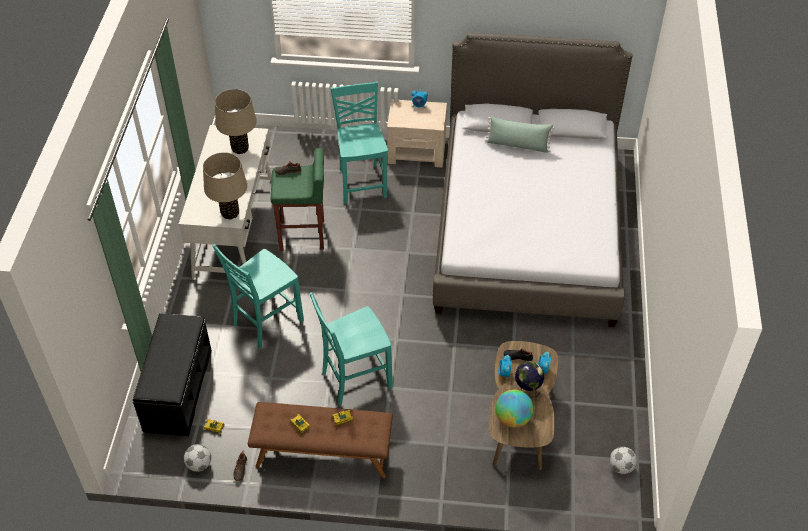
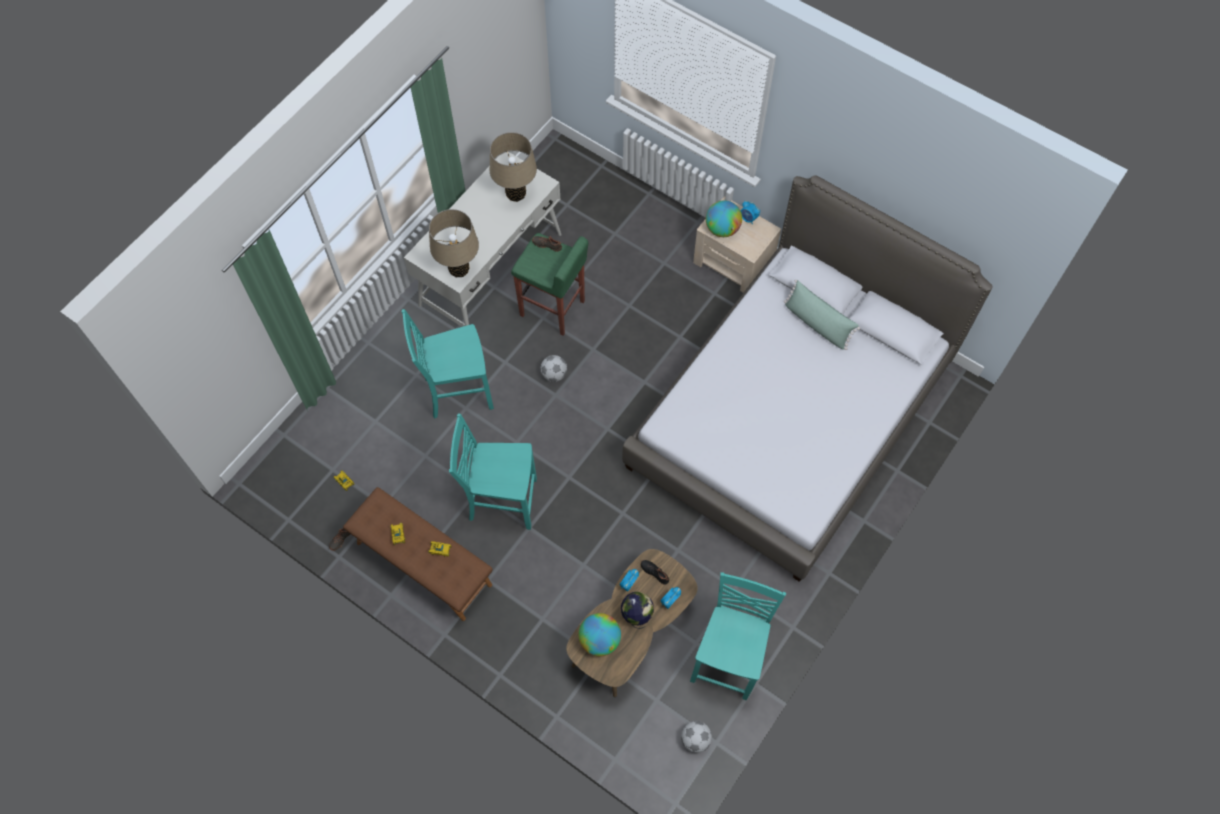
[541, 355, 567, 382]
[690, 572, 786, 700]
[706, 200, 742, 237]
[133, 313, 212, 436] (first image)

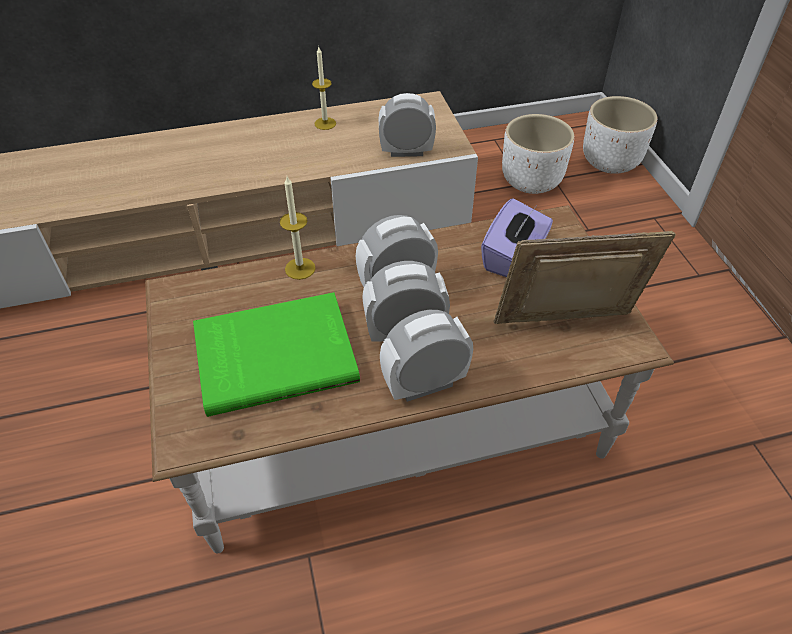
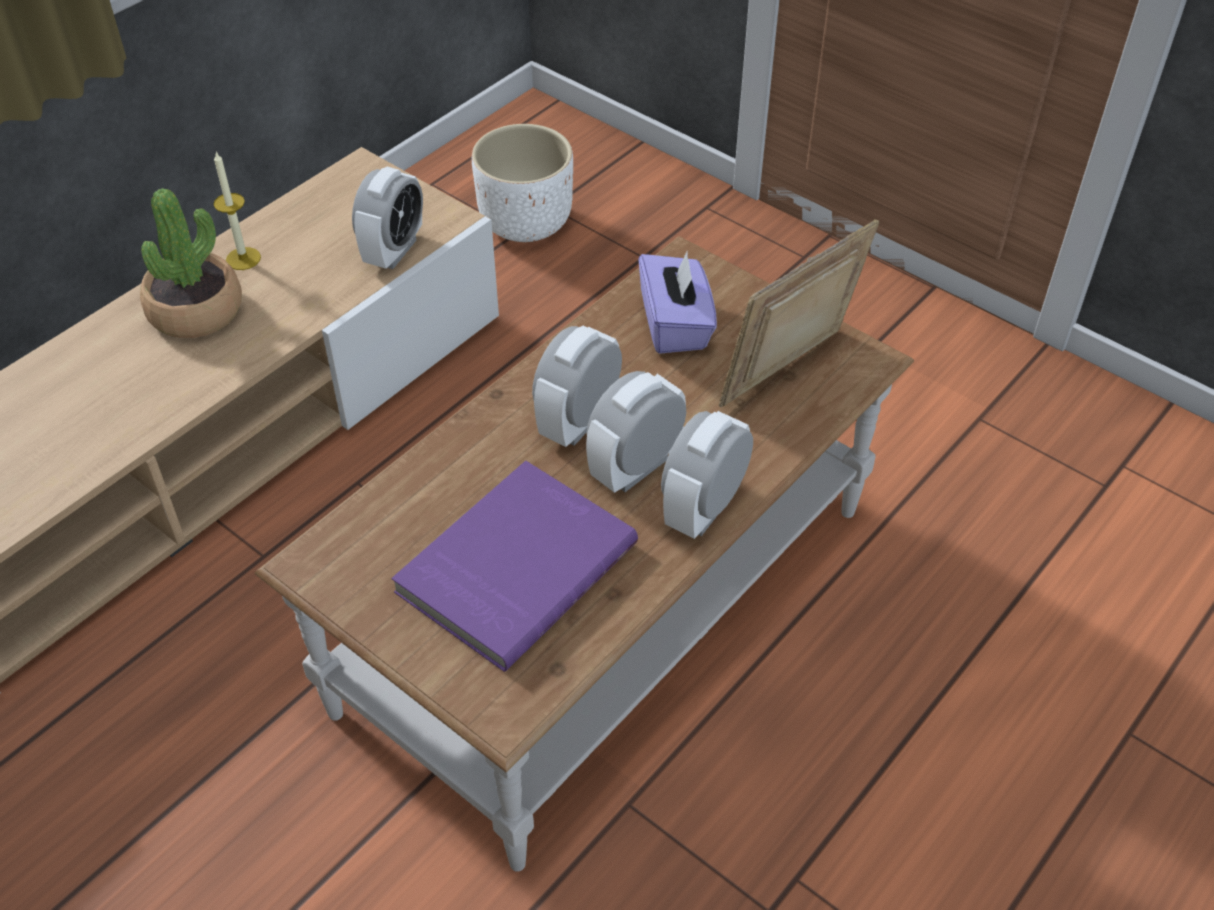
[140, 188, 242, 338]
[352, 167, 423, 269]
[391, 461, 638, 672]
[280, 177, 316, 280] (first image)
[583, 96, 657, 174] (first image)

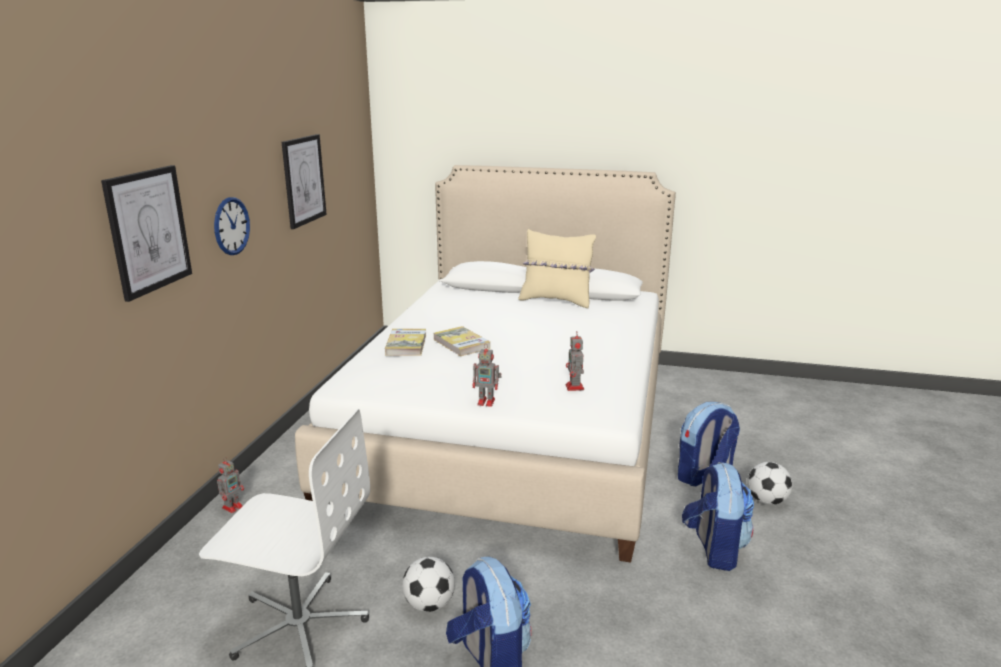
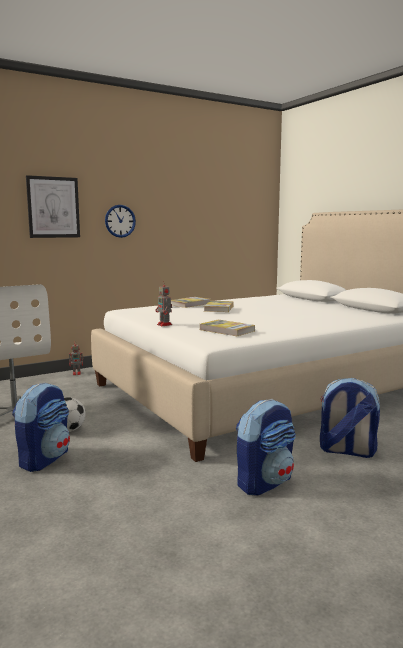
[200, 320, 255, 336]
[282, 134, 327, 229] (first image)
[518, 229, 596, 308] (first image)
[747, 462, 793, 505] (first image)

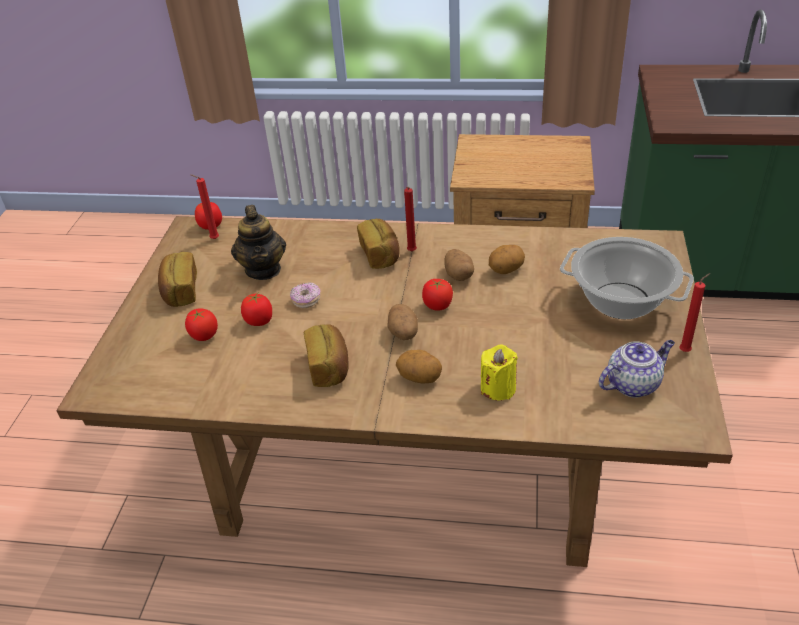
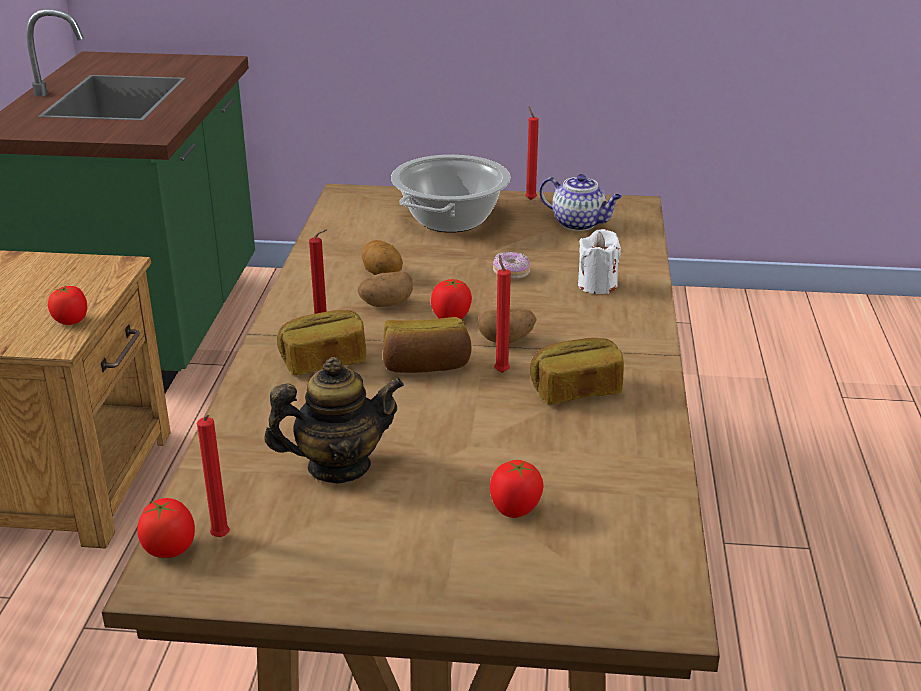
[48, 285, 87, 325]
[383, 317, 471, 373]
[493, 252, 530, 280]
[494, 254, 511, 373]
[540, 174, 622, 231]
[578, 229, 621, 294]
[396, 350, 442, 383] (first image)

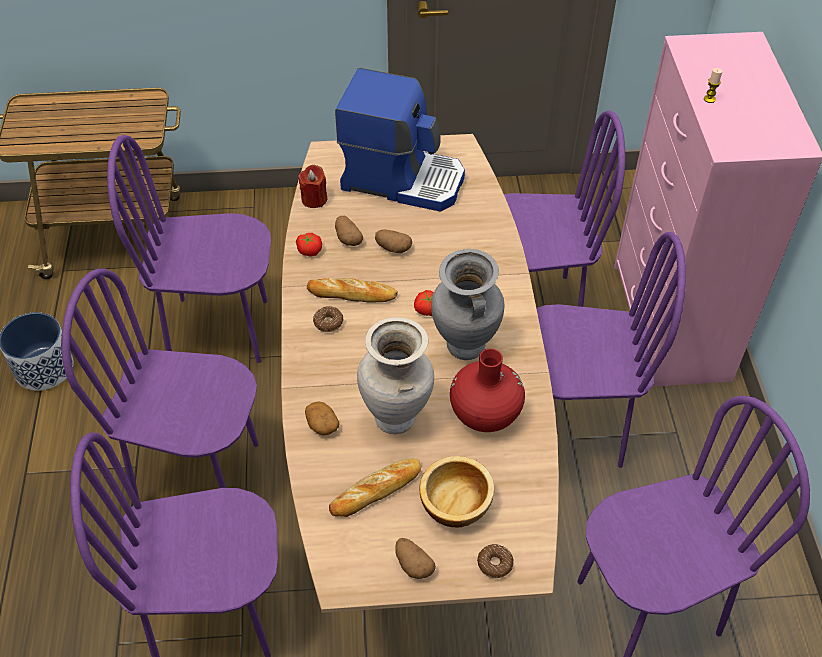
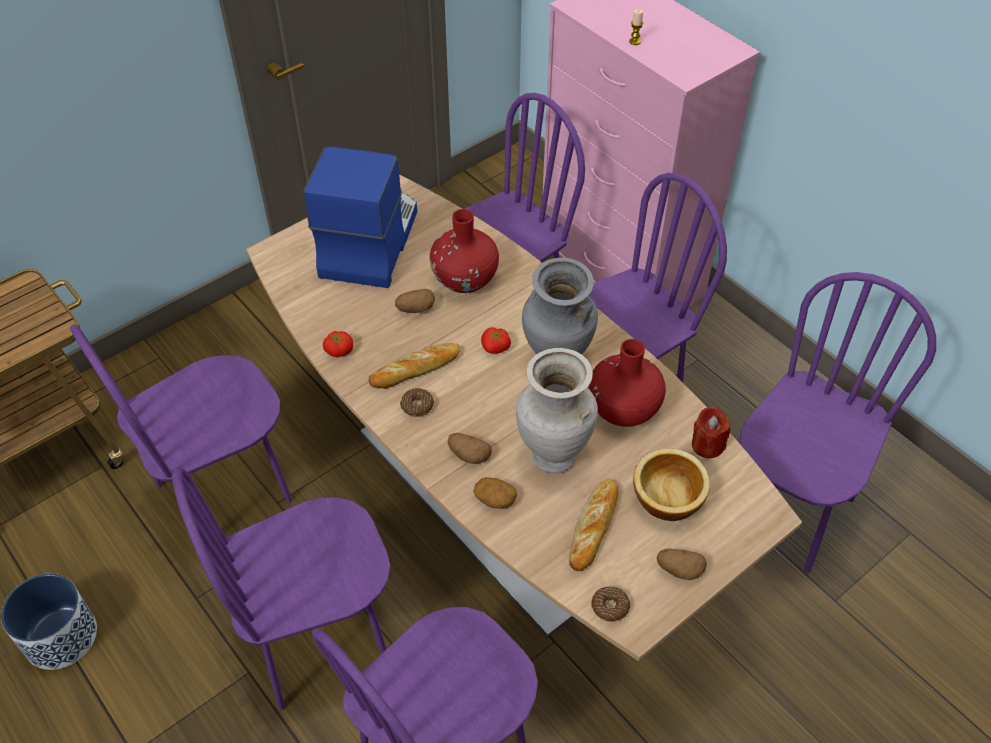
[303, 147, 417, 288]
[430, 209, 499, 293]
[448, 433, 492, 464]
[591, 586, 630, 622]
[692, 407, 731, 458]

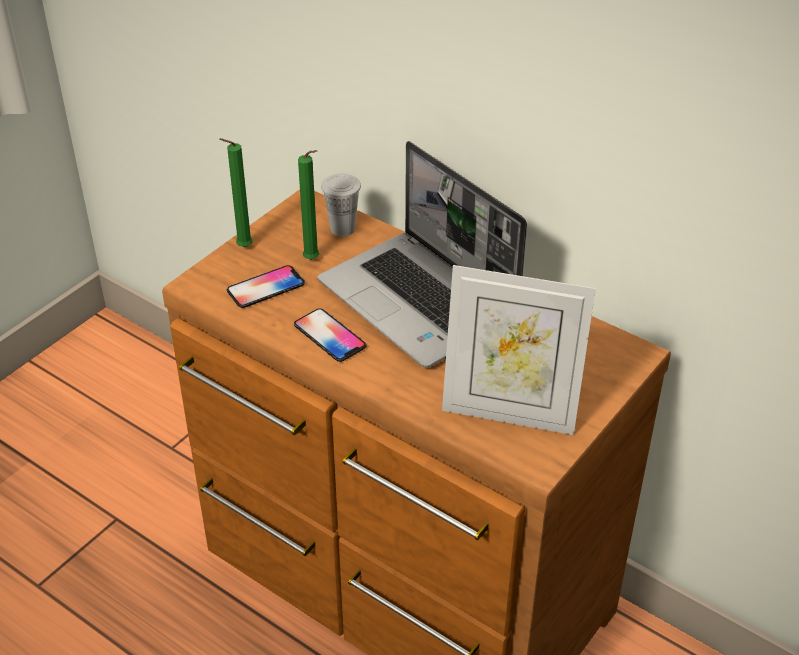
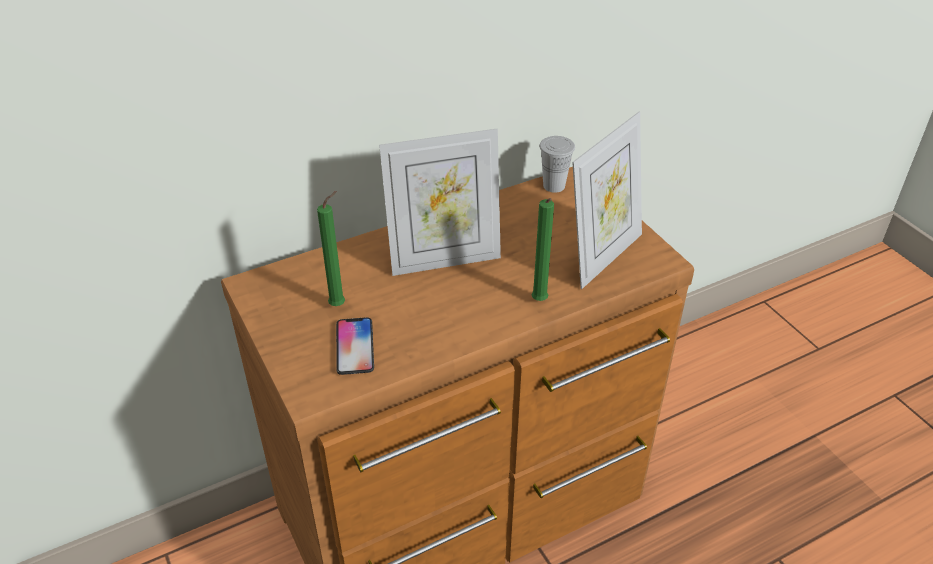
[379, 129, 501, 276]
[532, 198, 554, 301]
[539, 136, 575, 193]
[294, 308, 367, 362] (first image)

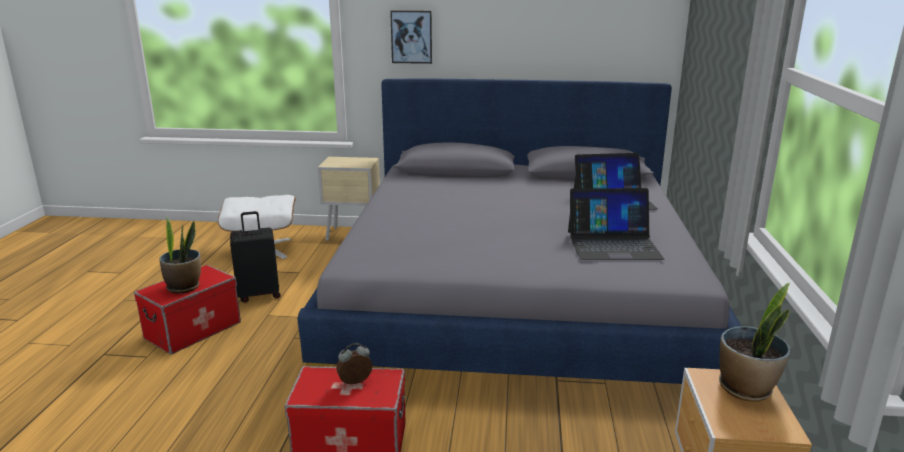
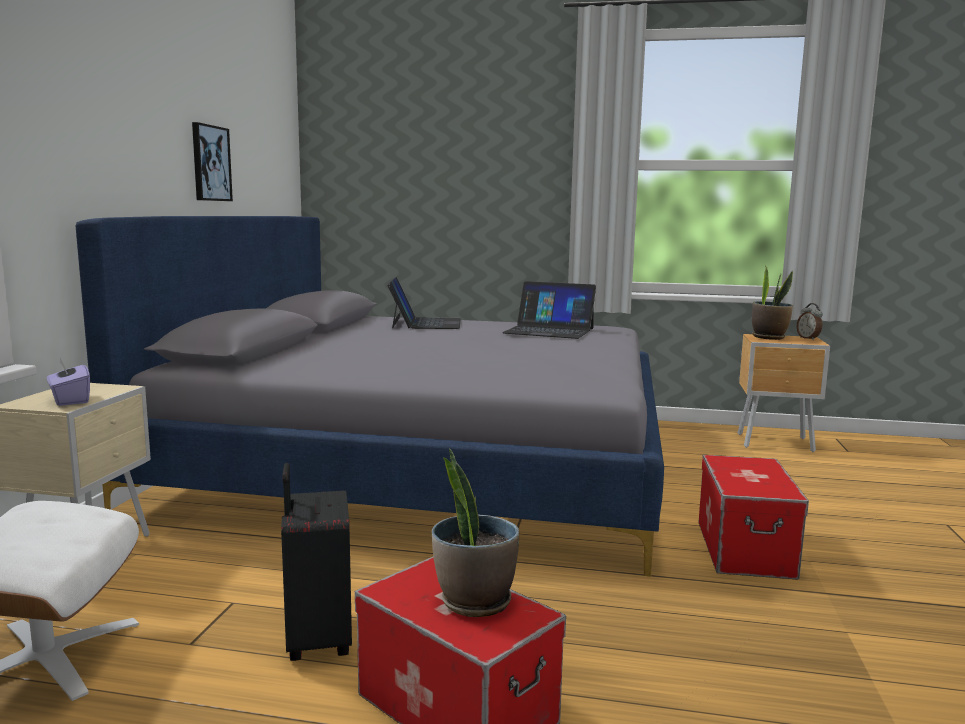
[47, 358, 90, 406]
[192, 122, 233, 201]
[502, 281, 596, 339]
[797, 303, 823, 340]

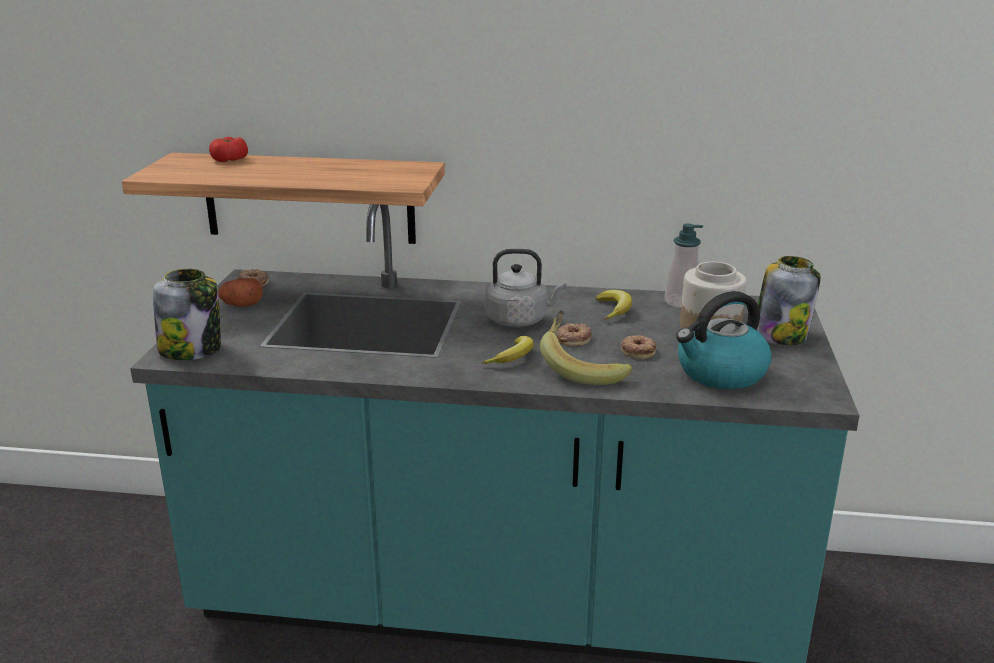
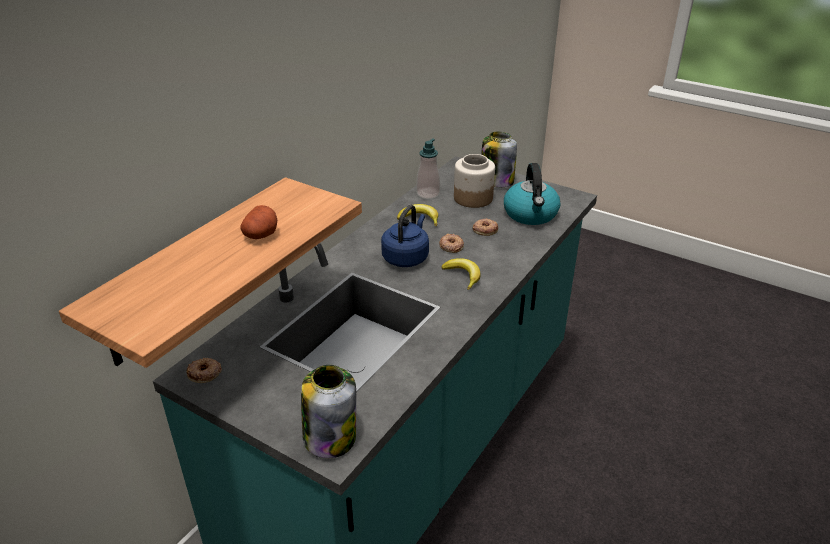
[241, 205, 277, 239]
[381, 205, 429, 267]
[209, 137, 248, 162] (first image)
[540, 310, 632, 385] (first image)

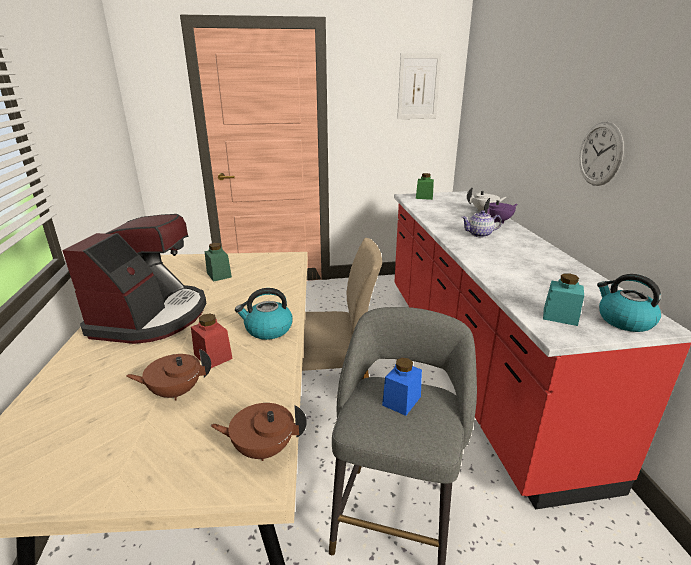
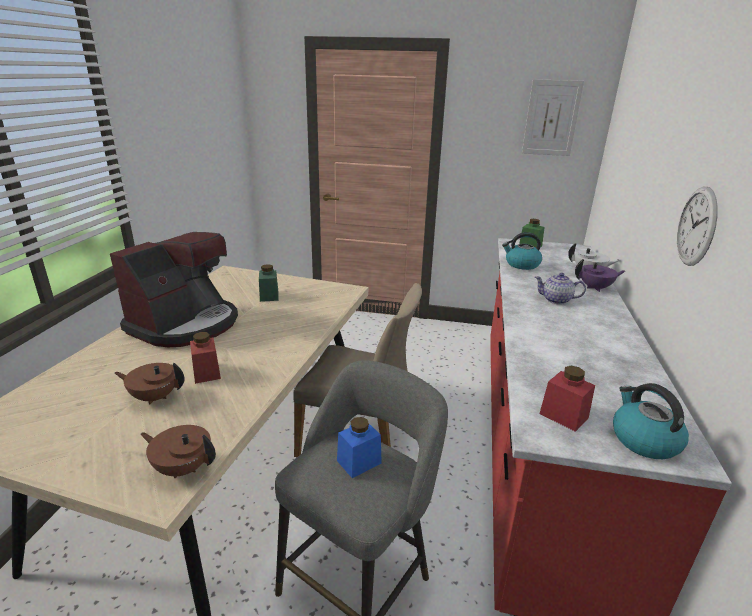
[502, 232, 542, 270]
[539, 366, 595, 432]

